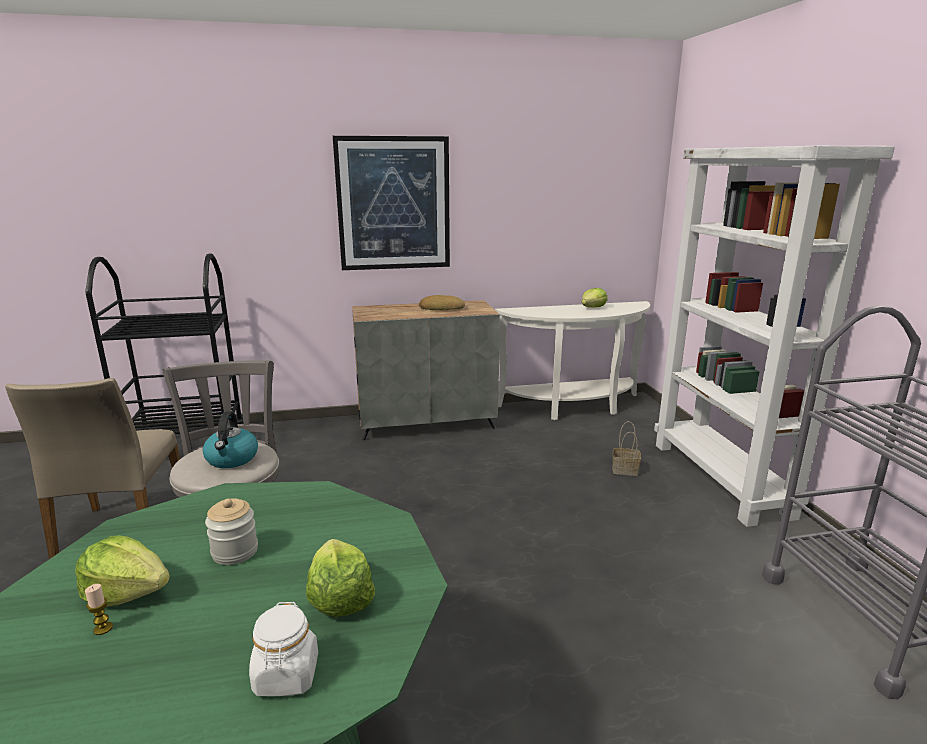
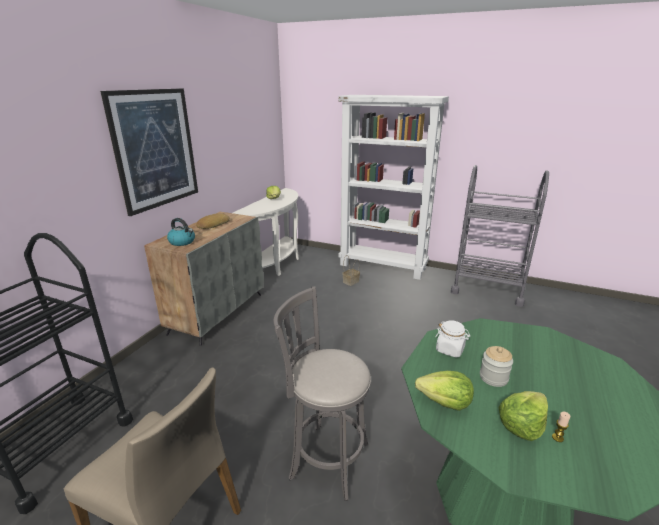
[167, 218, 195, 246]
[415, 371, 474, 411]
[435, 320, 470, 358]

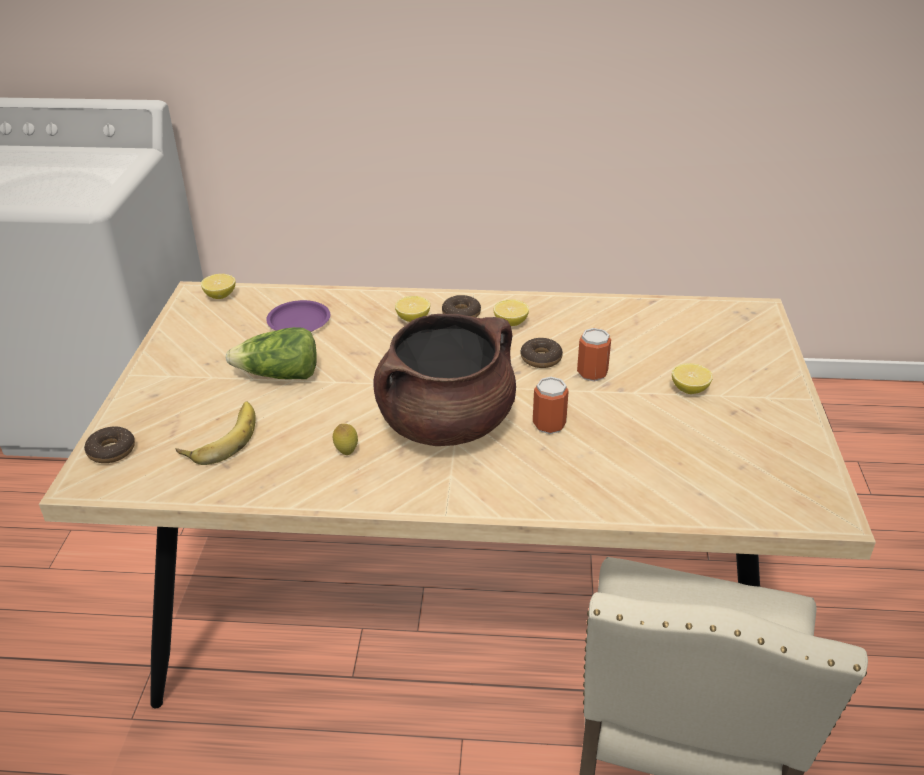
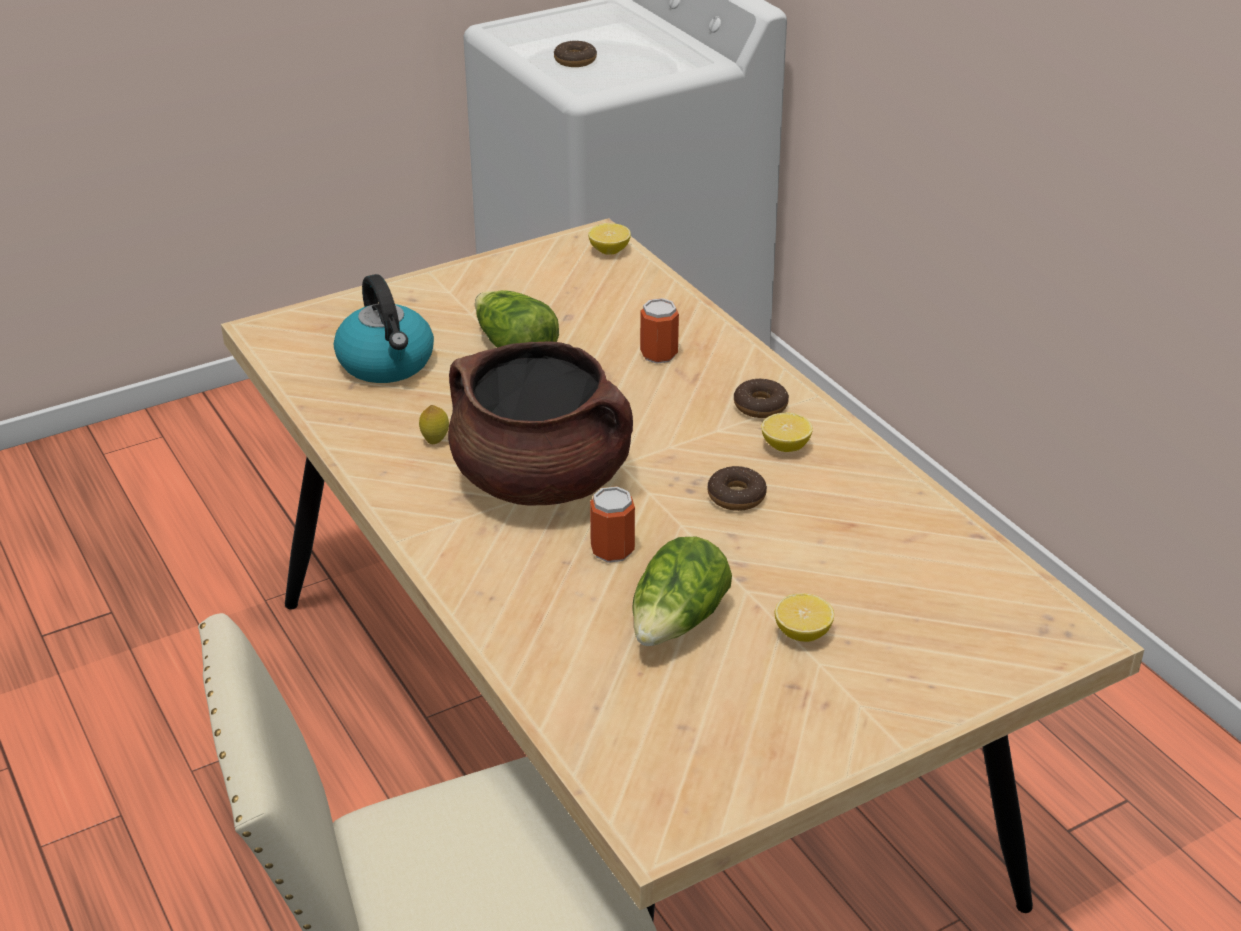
[334, 274, 434, 383]
[554, 40, 597, 67]
[632, 537, 732, 646]
[640, 298, 679, 364]
[266, 300, 330, 332] (first image)
[395, 296, 430, 322] (first image)

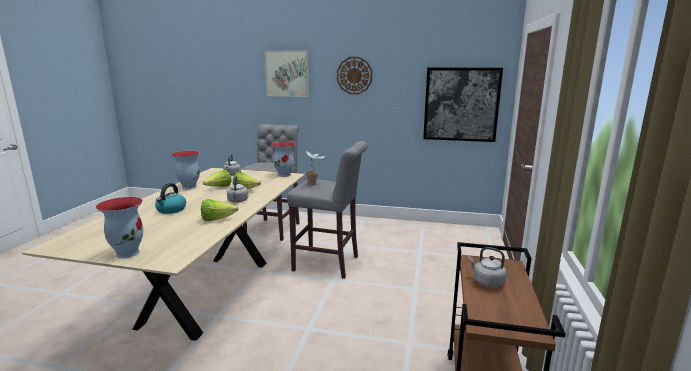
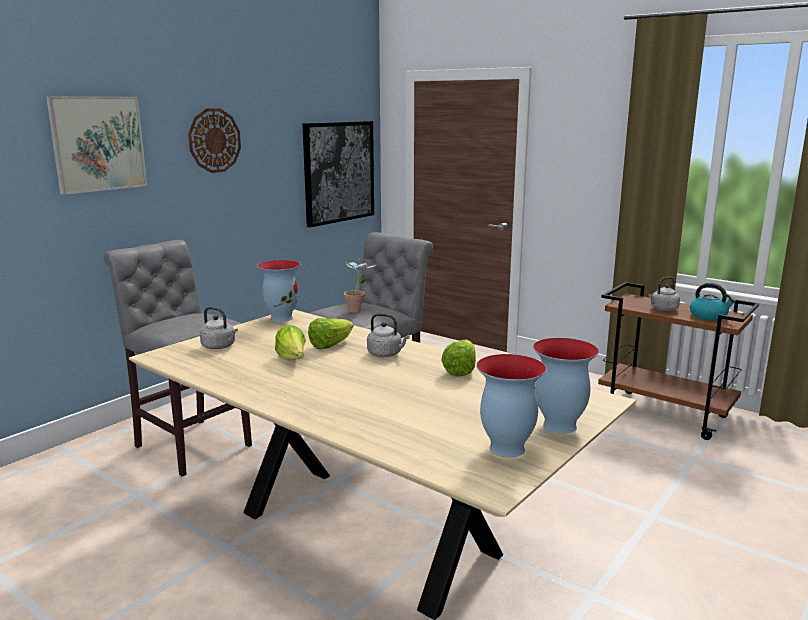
[476, 354, 547, 458]
[690, 283, 736, 321]

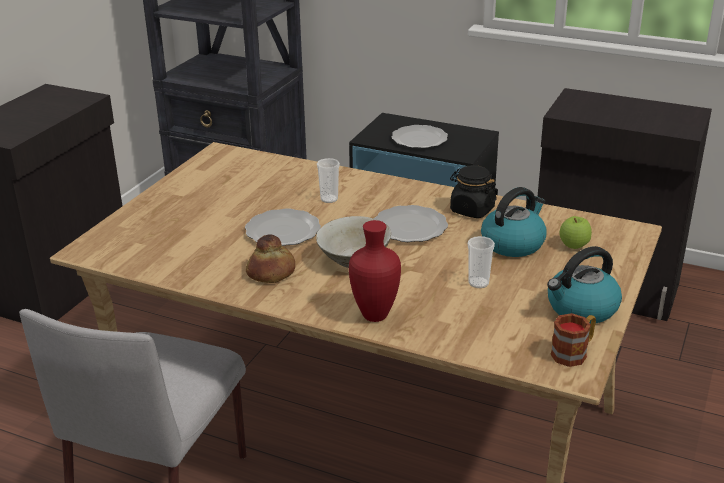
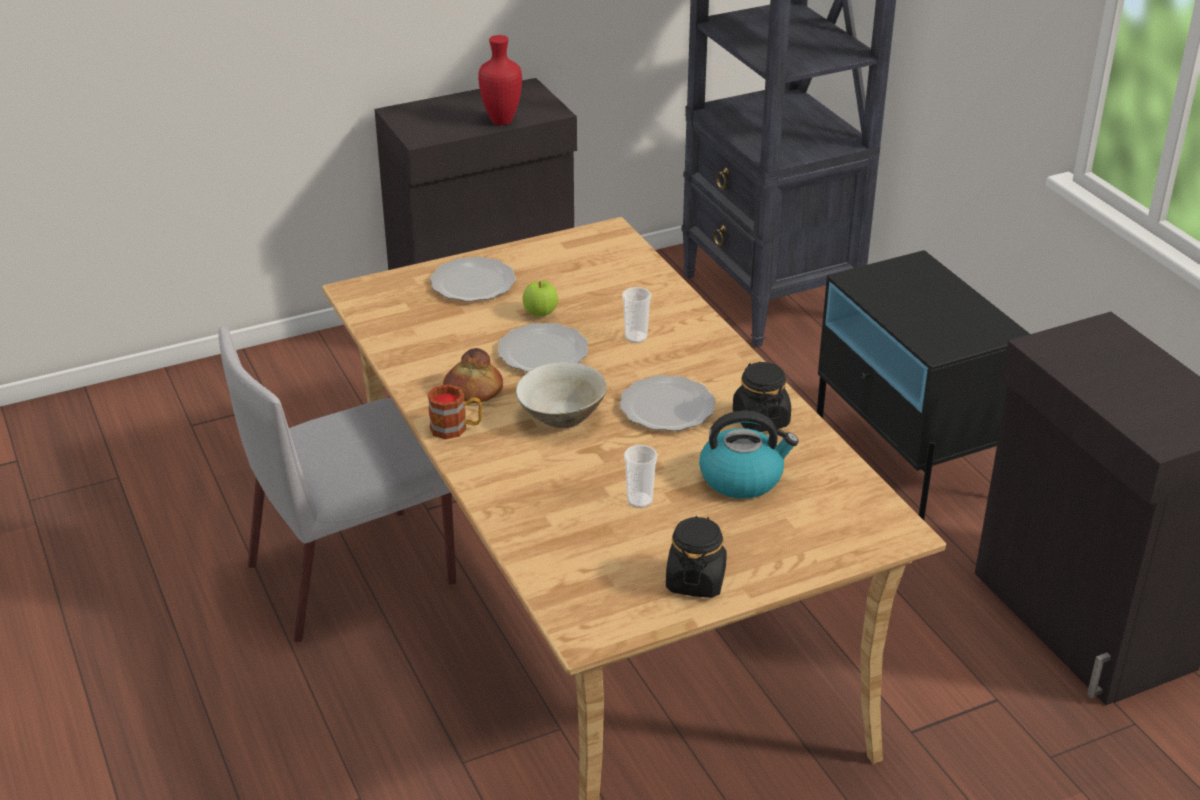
[427, 384, 482, 440]
[430, 257, 516, 302]
[478, 35, 522, 125]
[523, 281, 558, 317]
[666, 516, 727, 598]

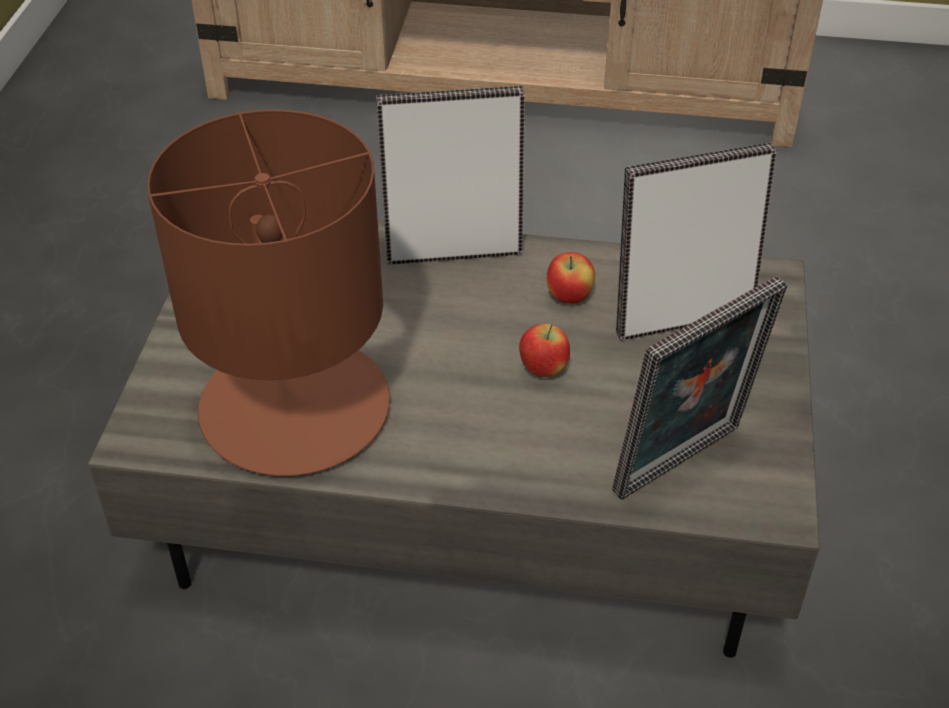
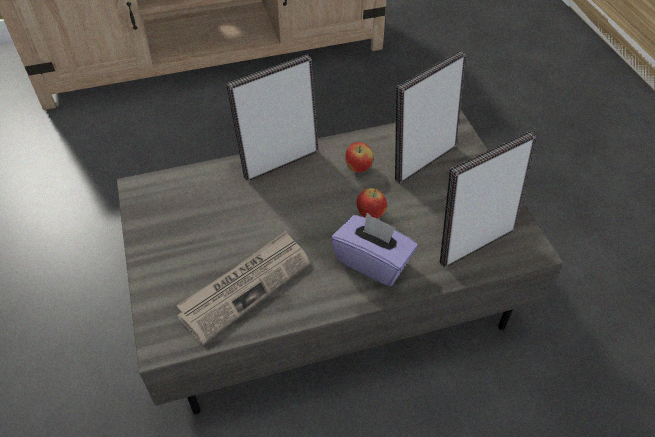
[177, 231, 310, 344]
[331, 213, 418, 286]
[440, 132, 536, 268]

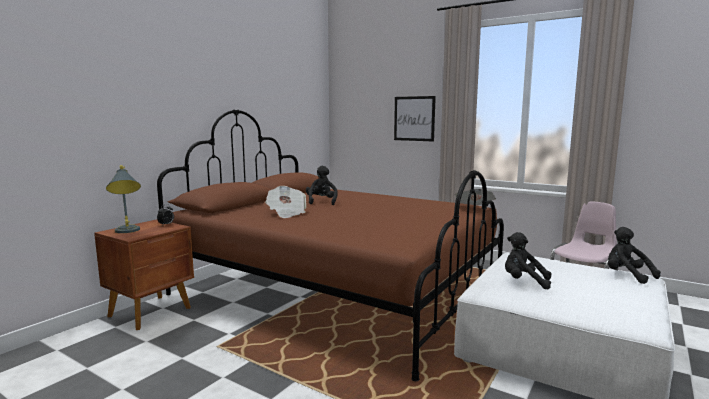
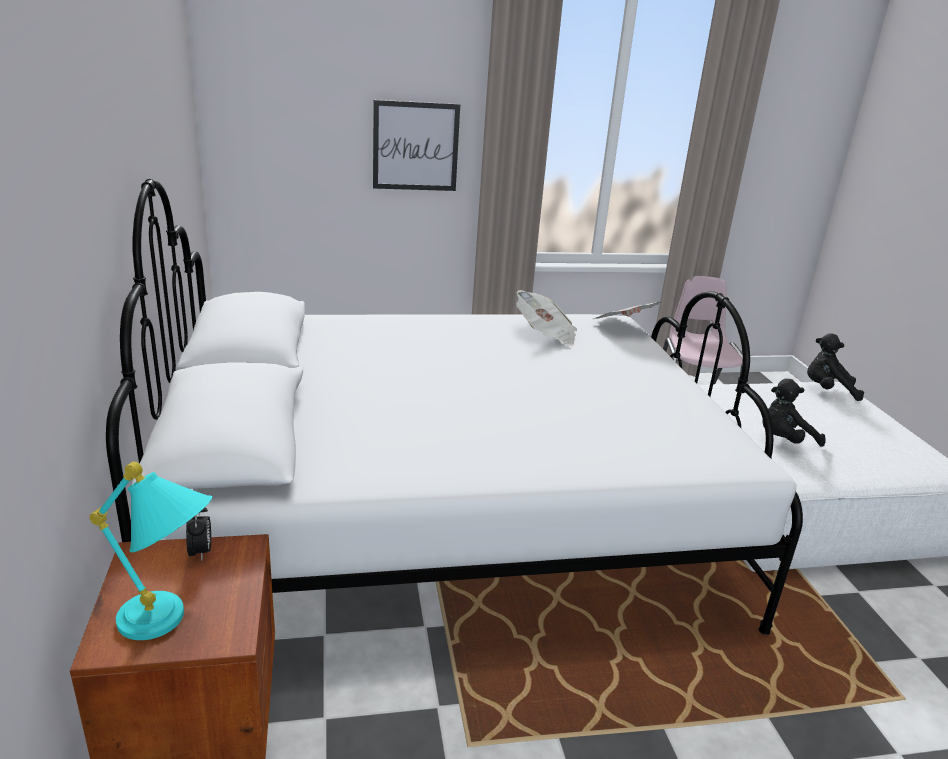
[89, 461, 212, 640]
[106, 179, 803, 635]
[516, 290, 577, 346]
[306, 166, 338, 205] (first image)

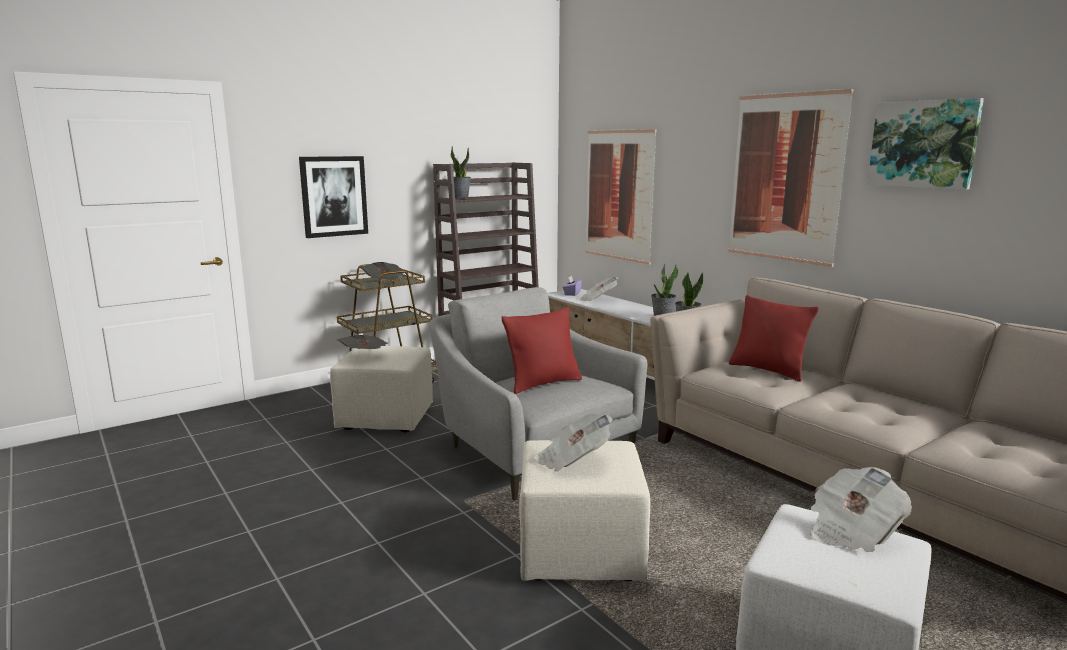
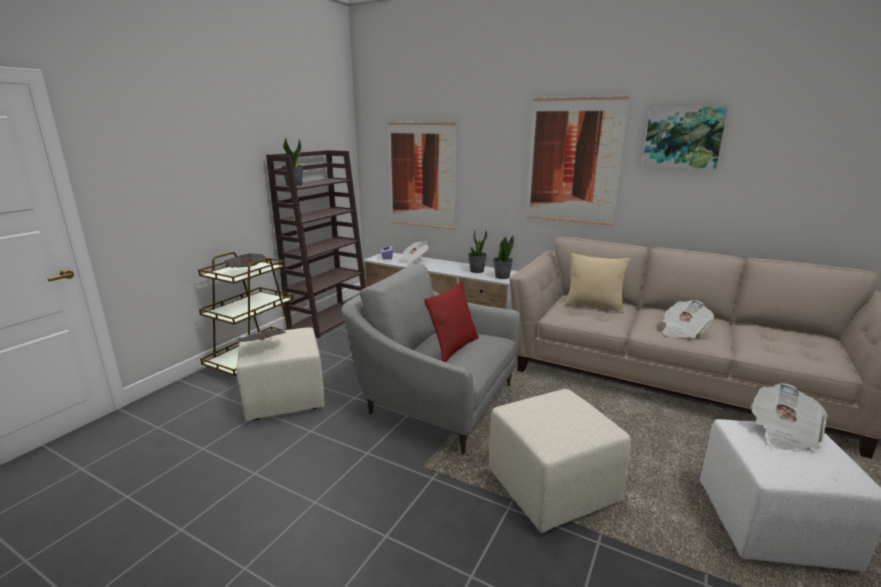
[564, 253, 630, 313]
[663, 300, 714, 338]
[299, 156, 368, 238] (first image)

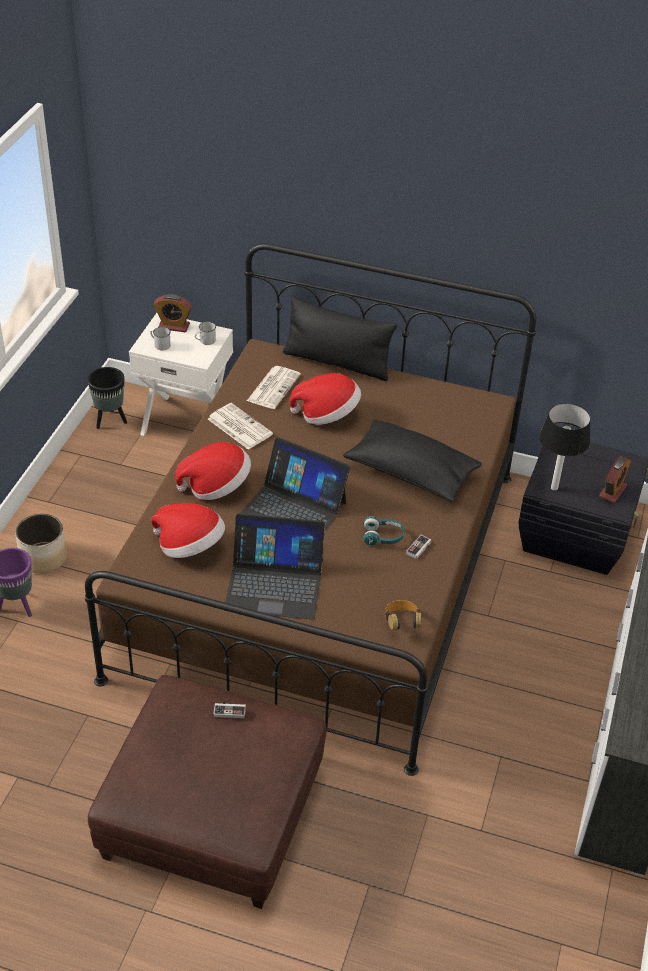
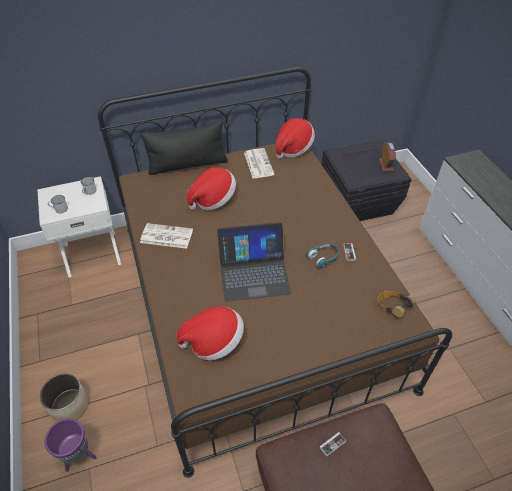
[244, 148, 275, 178]
[275, 118, 315, 159]
[87, 367, 127, 429] (first image)
[154, 294, 192, 333] (first image)
[225, 513, 325, 620] (first image)
[343, 419, 482, 502] (first image)
[539, 403, 590, 491] (first image)

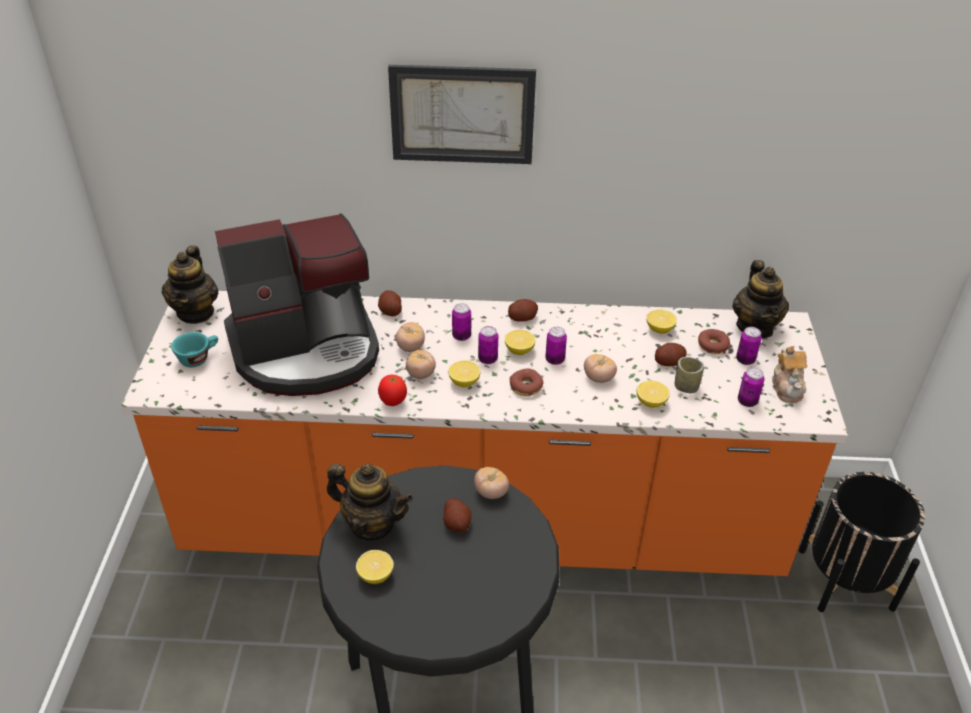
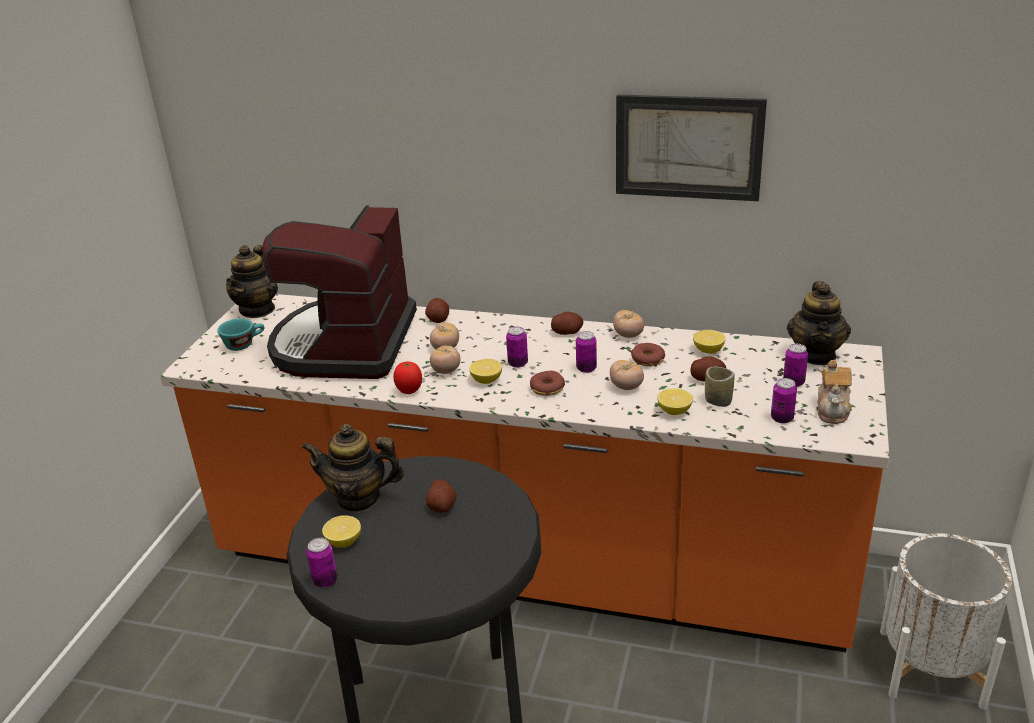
[262, 205, 417, 379]
[302, 424, 404, 513]
[306, 538, 338, 588]
[613, 310, 644, 338]
[616, 95, 767, 201]
[631, 343, 665, 367]
[880, 533, 1012, 709]
[505, 329, 535, 355] (first image)

